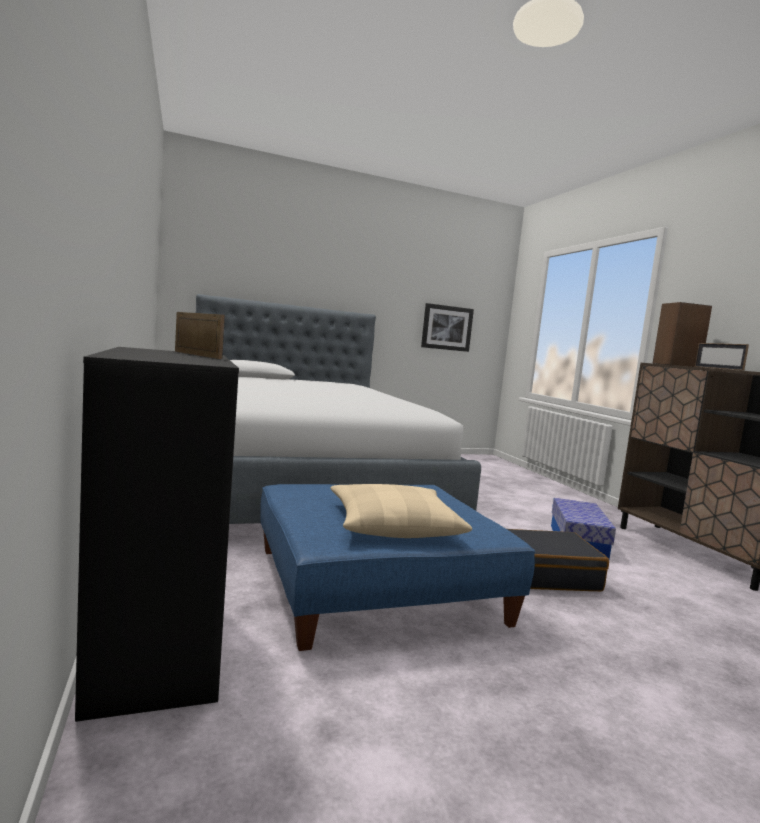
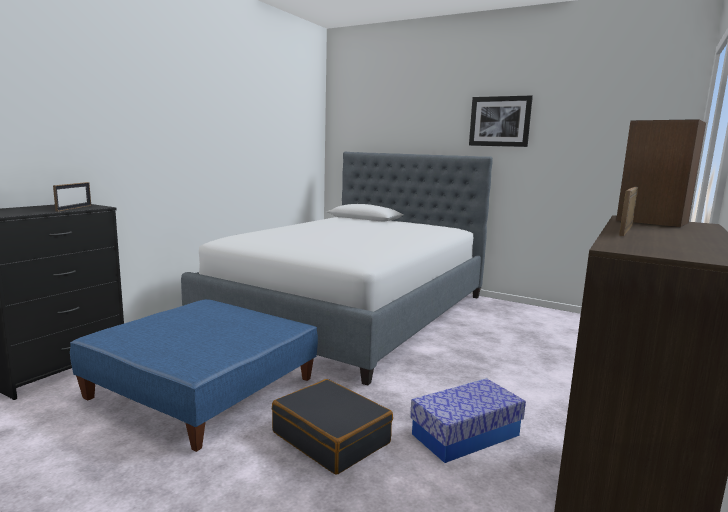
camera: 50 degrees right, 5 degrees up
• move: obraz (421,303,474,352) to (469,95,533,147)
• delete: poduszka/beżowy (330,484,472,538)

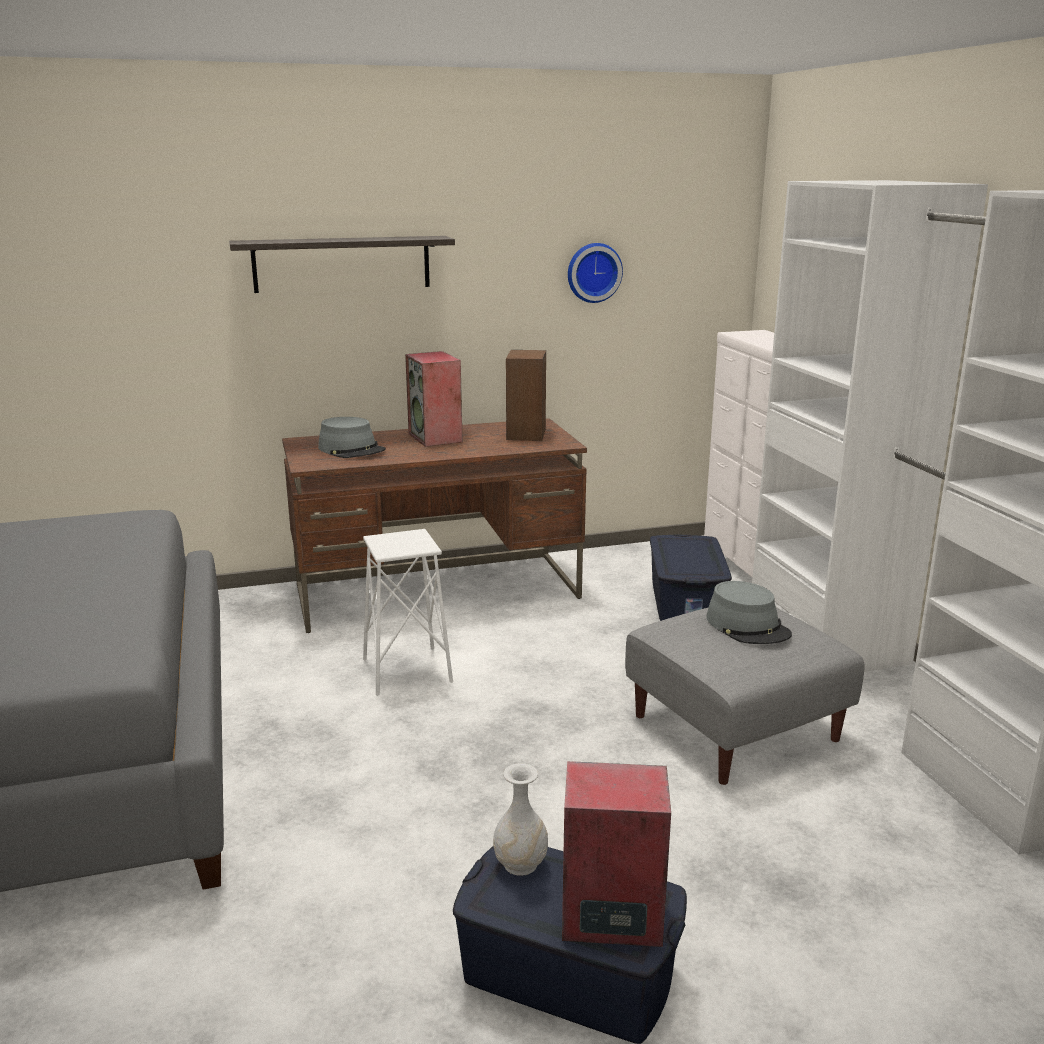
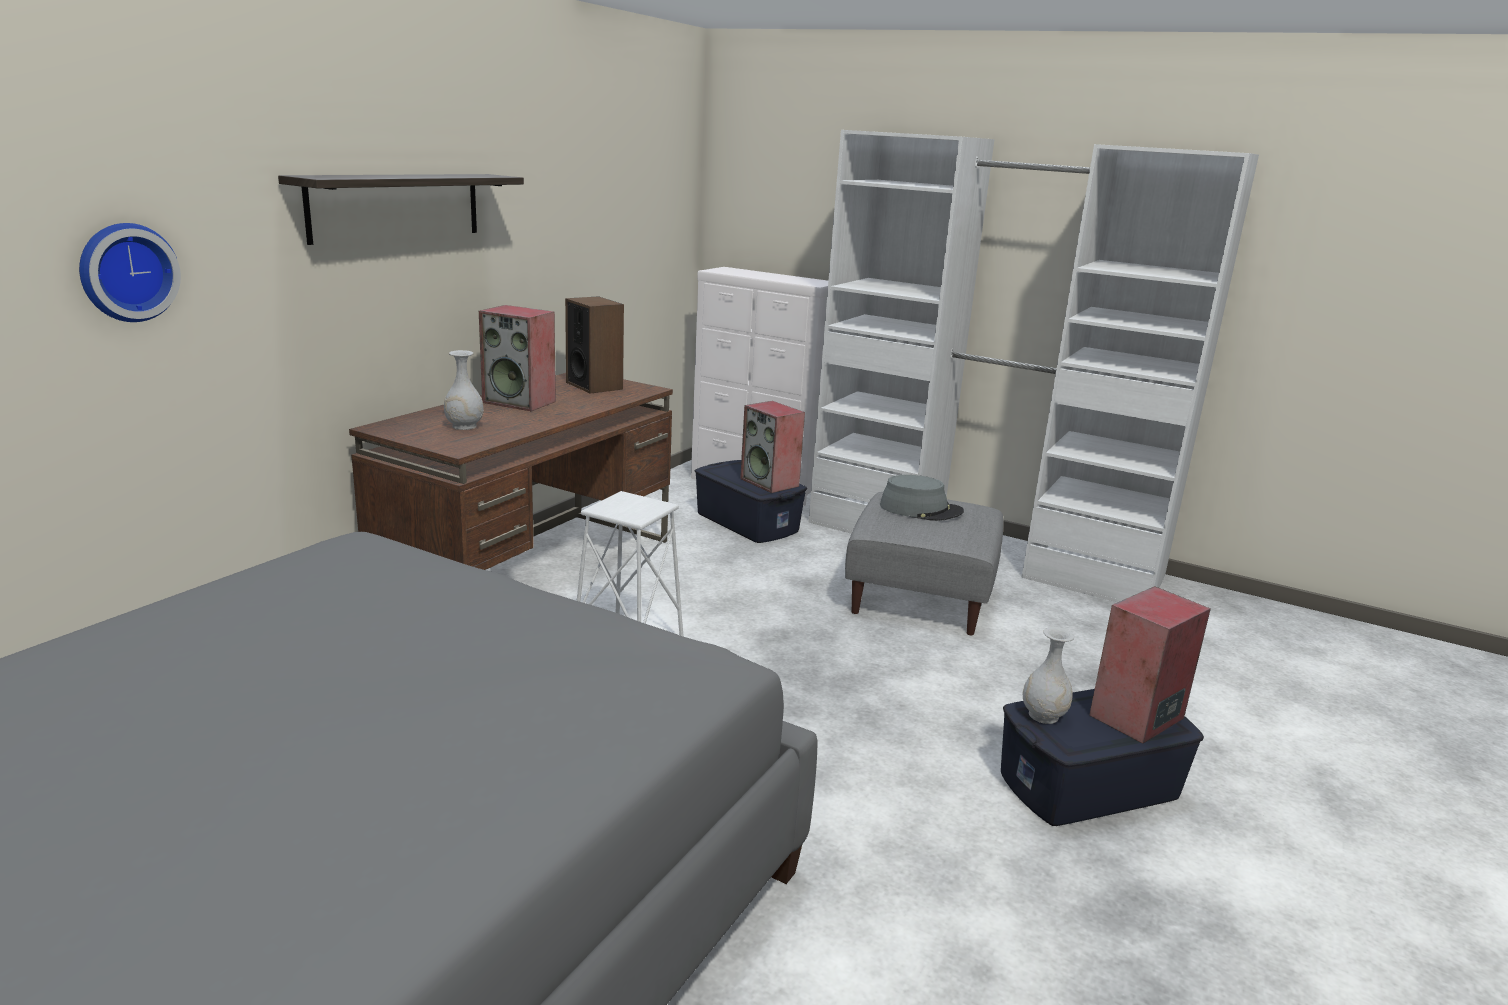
camera: 45 degrees left, 0 degrees up
• move: zegar ścienny (568,243,623,303) to (79,223,181,322)
• replace: kapelusz/szary (318,417,386,458) to wazon/biały (444,350,484,430)
• insert: głośnik (740,401,805,493)

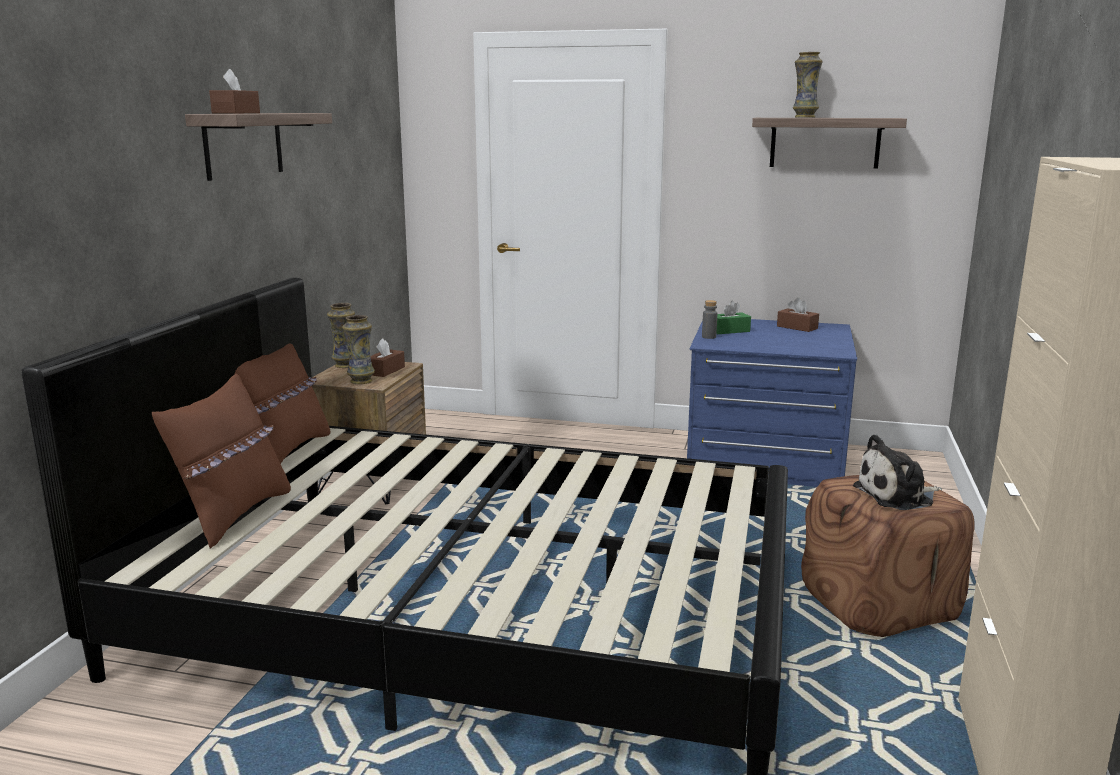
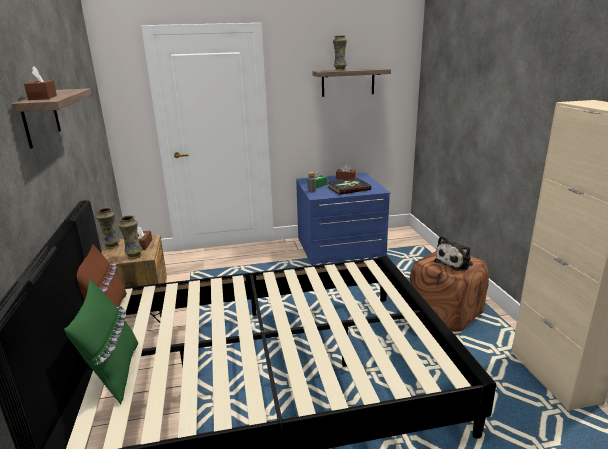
camera: 25 degrees left, 5 degrees up
• recolor: poduszka/brązowy (152,374,291,549) to poduszka/zielony (64,280,138,404)
• insert: książka (328,178,371,195)

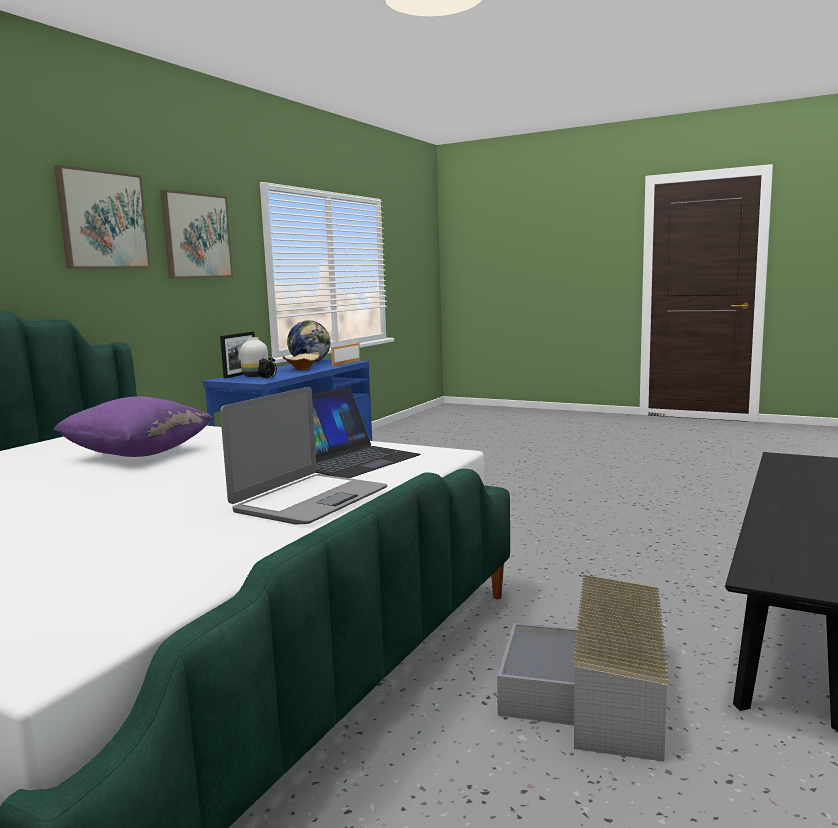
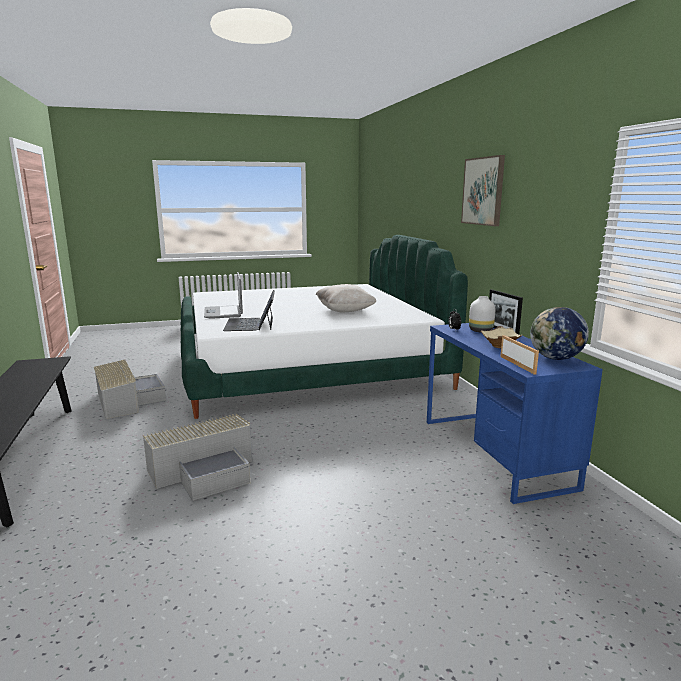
camera: 135 degrees right, 5 degrees up
• delete: obraz (160,190,233,279)
• recolor: poduszka/fioletowy (54,396,213,457) to poduszka/beżowy (316,284,376,312)
• insert: pojemnik do przechowywania/szary (143,413,252,501)

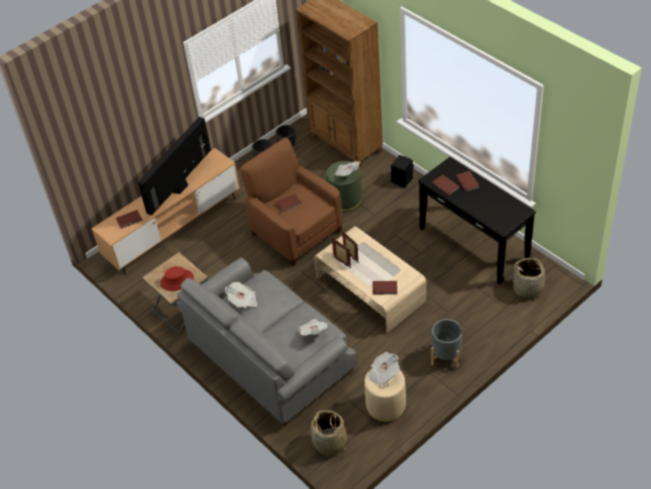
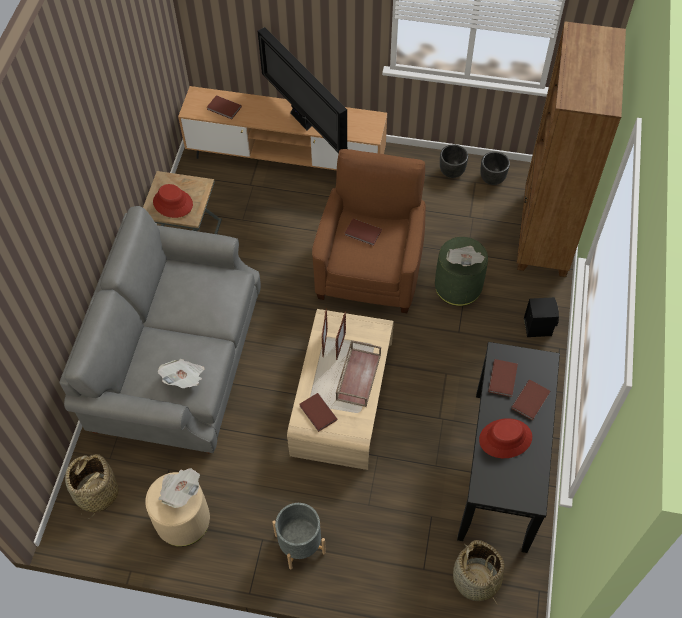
camera: 50 degrees right, 10 degrees up
• rotate: telewizor (138,117,211,216) = (258,27,347,153) 120 degrees counterclockwise
• delete: gazeta (225,282,257,308)
• insert: taca/brązowy (336,340,381,407)
• insert: kapelusz/czerwony (479,418,532,458)

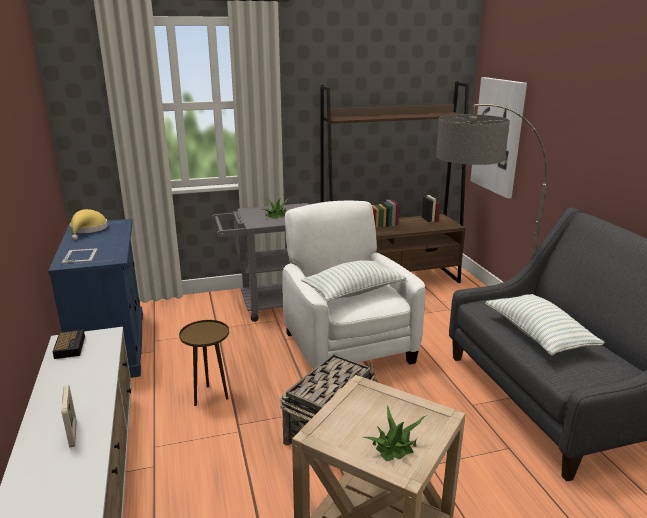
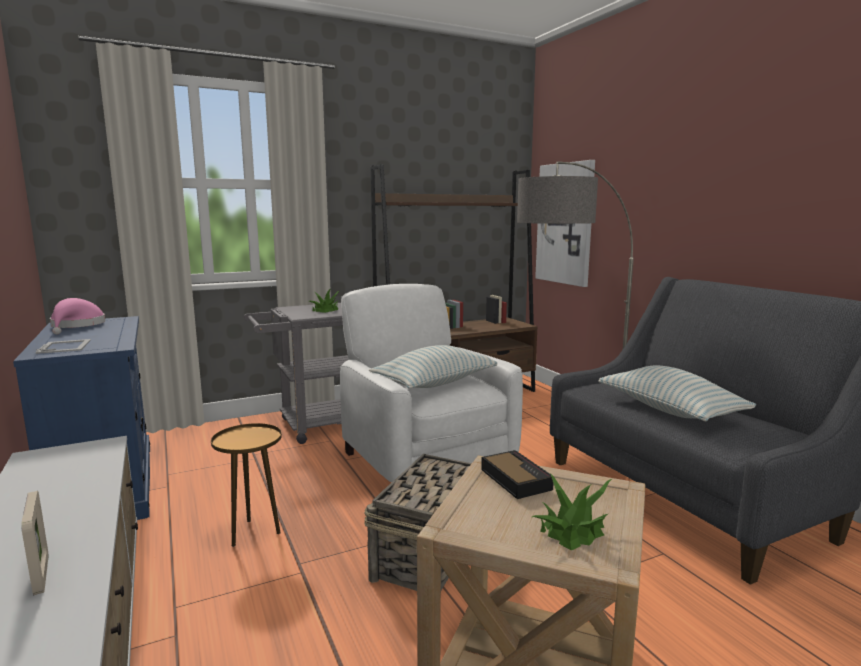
camera: 10 degrees left, 10 degrees down
• recolor: kapelusz/żółty (70,209,108,240) to kapelusz/różowy (50,298,105,335)
• move: budzik (53,330,85,359) to (481,450,553,499)

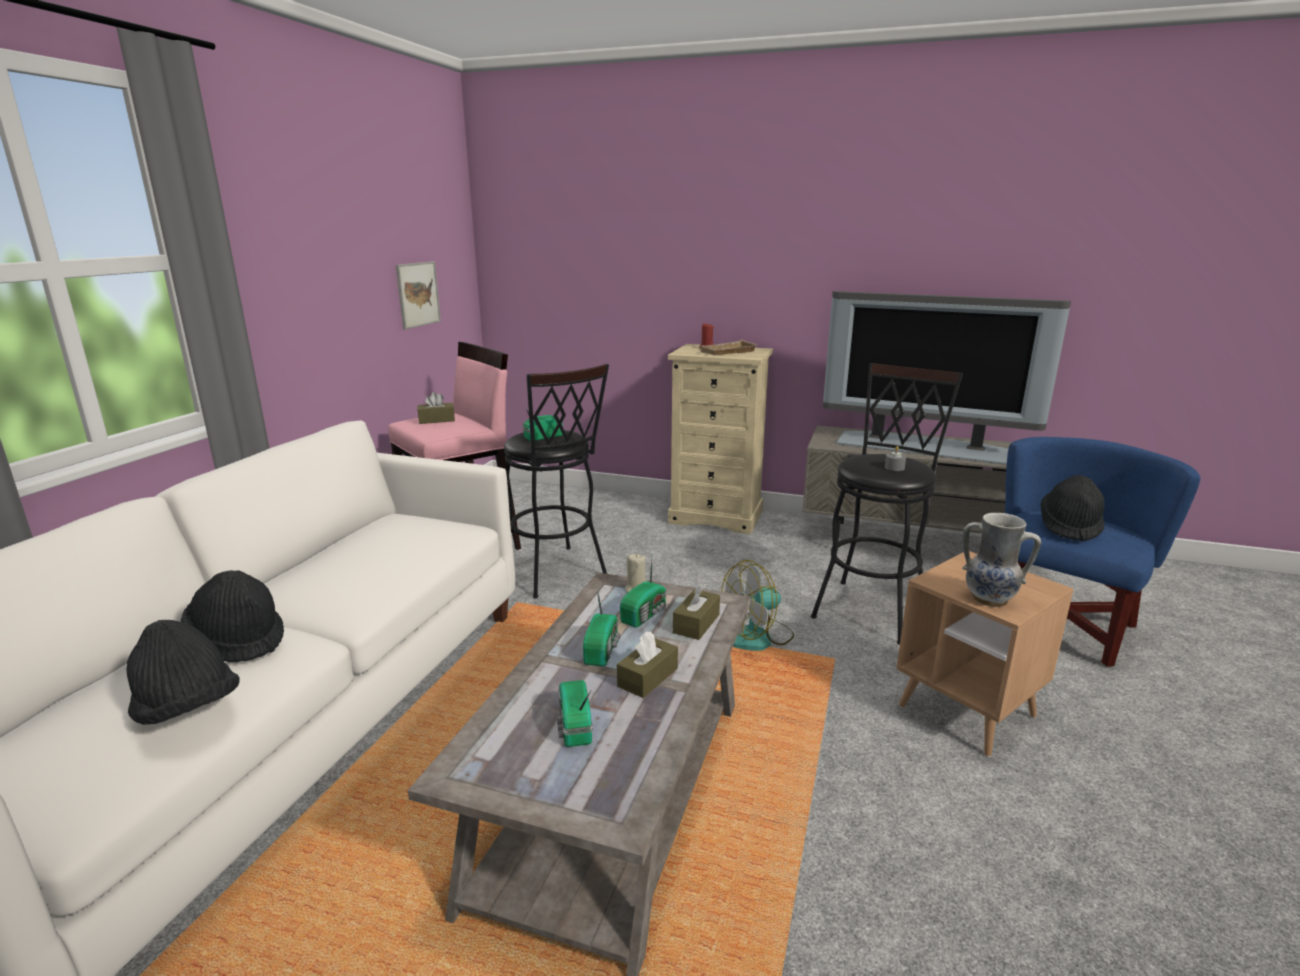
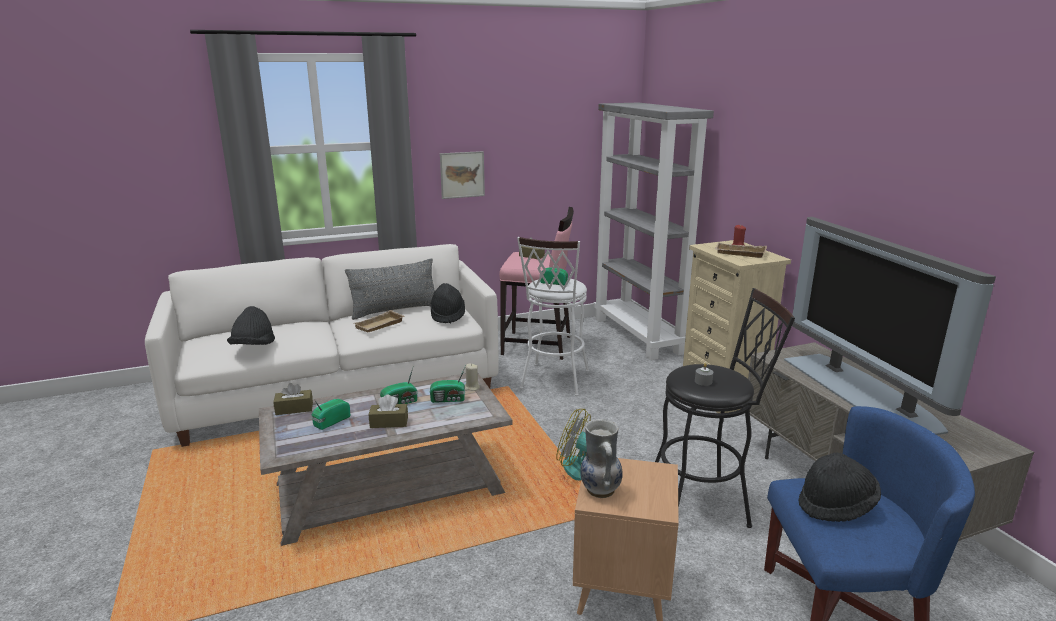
camera: 50 degrees right, 0 degrees up
• move: obraz (396,261,441,330) to (440,151,485,199)
• recolor: stołek/czarny (504,364,609,598) to stołek/biały (517,237,589,396)
• move: kapelusz/czarny (181,570,284,662) to (431,283,465,323)
• move: pudełko chusteczek/brązowy (673,582,720,640) to (273,383,313,415)
• insert: regał/szary (593,103,714,360)
• insert: poduszka/szary (345,258,435,320)
• insert: taca/beżowy (354,310,404,333)

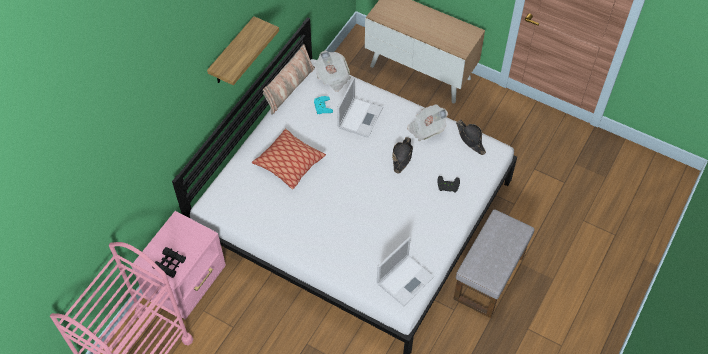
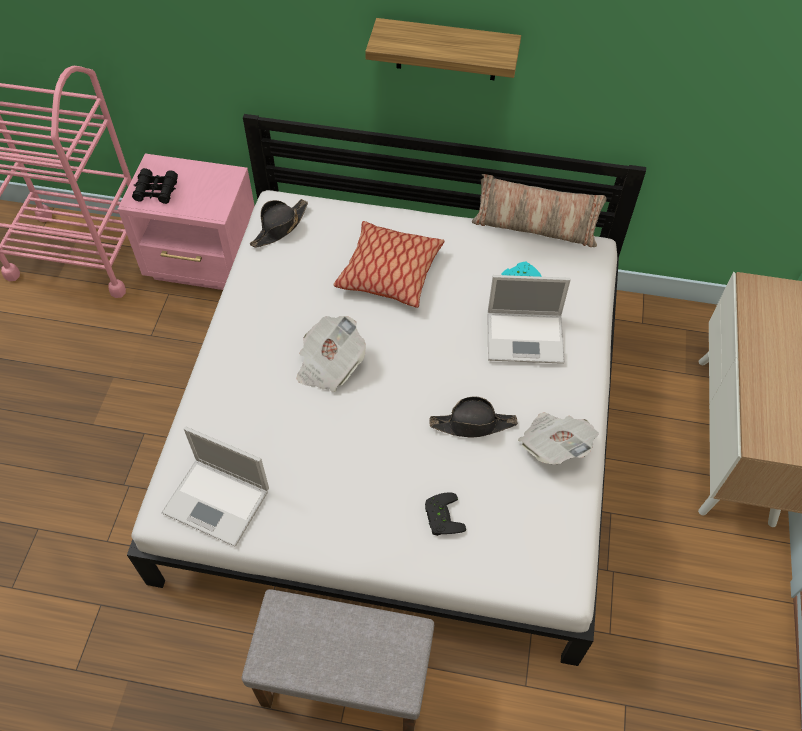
camera: 70 degrees right, 0 degrees up
• move: gazeta (314,51,351,92) to (296,316,366,392)
• move: kapelusz/czarny (456,120,486,155) to (250,199,308,248)

